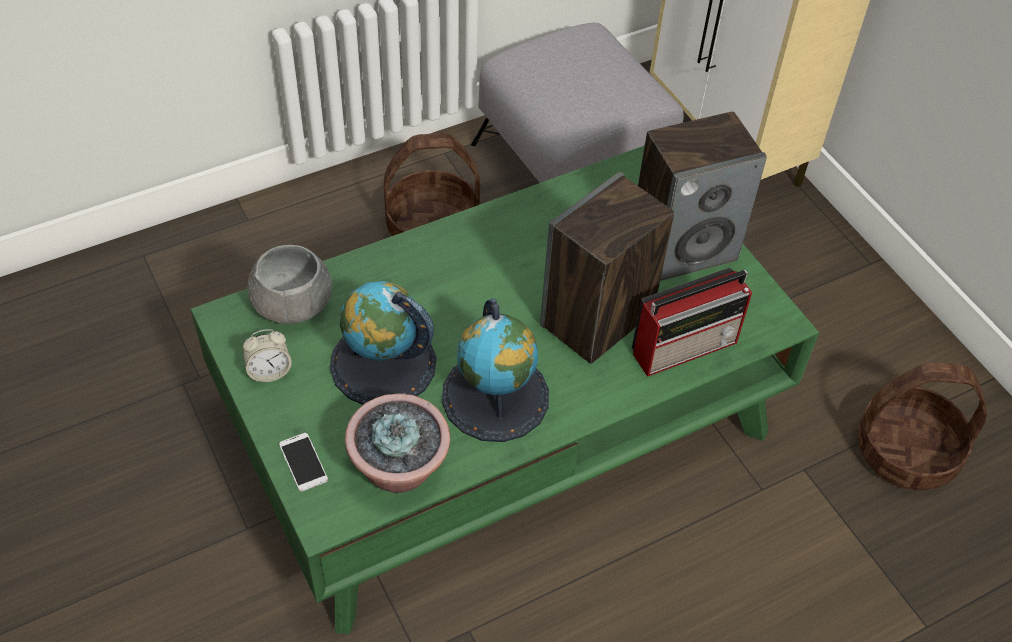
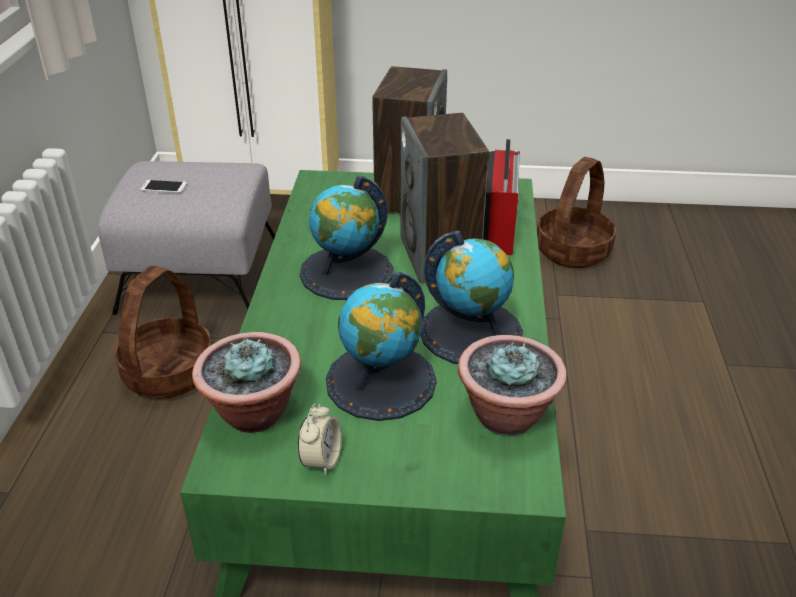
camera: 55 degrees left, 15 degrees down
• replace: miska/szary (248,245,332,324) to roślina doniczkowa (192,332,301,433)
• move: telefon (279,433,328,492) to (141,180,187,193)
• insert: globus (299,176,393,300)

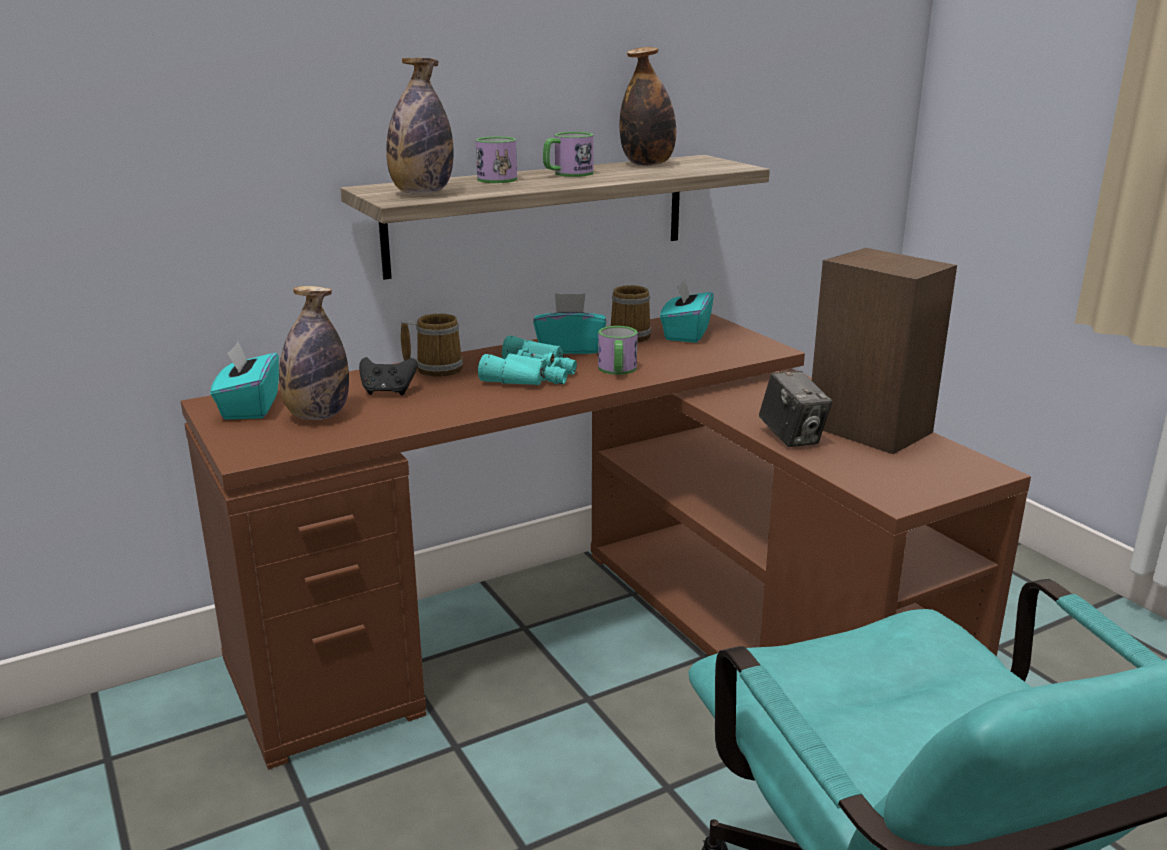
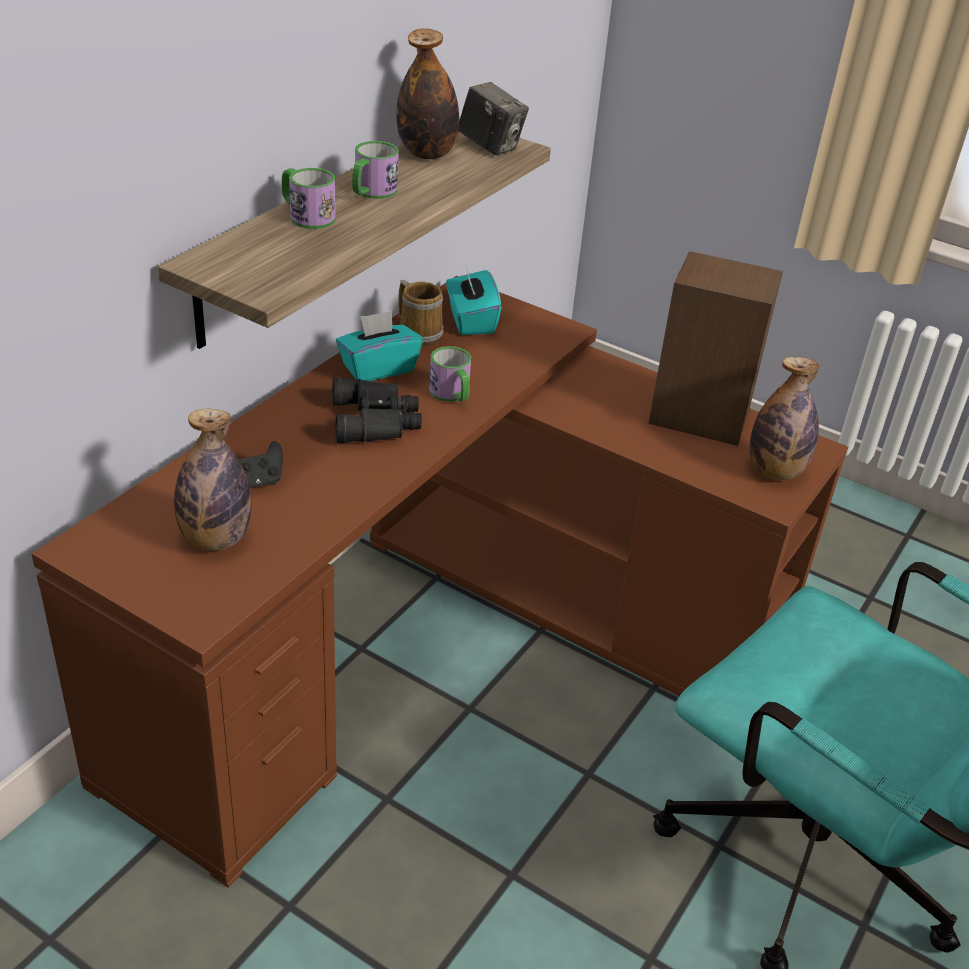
camera: 30 degrees left, 15 degrees up
• move: butelka (386,58,454,194) to (750,357,819,480)
• delete: kubek (401,313,463,377)
• recolor: lornetka/turkusowy (478,336,577,385) to lornetka/czarny (332,377,422,443)
• delete: pudełko chusteczek/turkusowy (210,342,279,420)
• move: aparat fotograficzny (759,371,832,447) to (458,82,529,155)

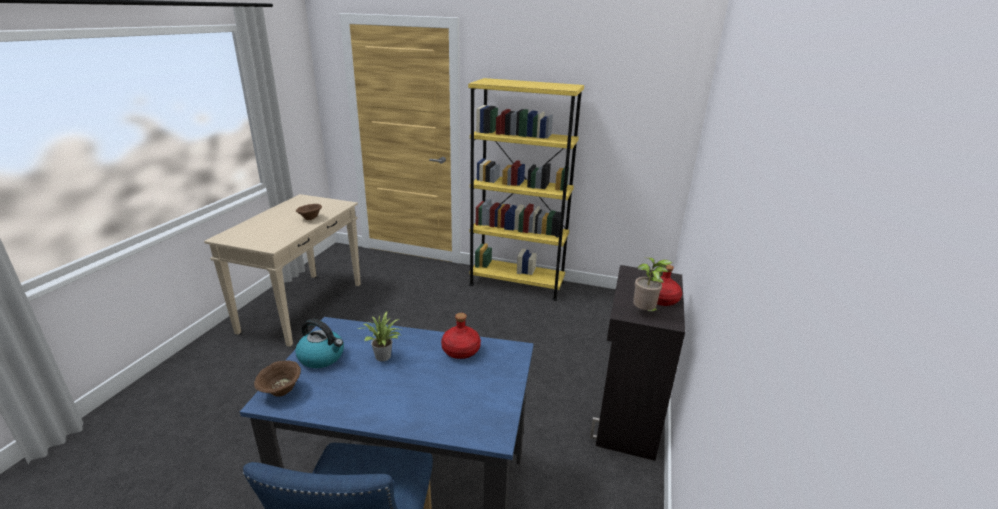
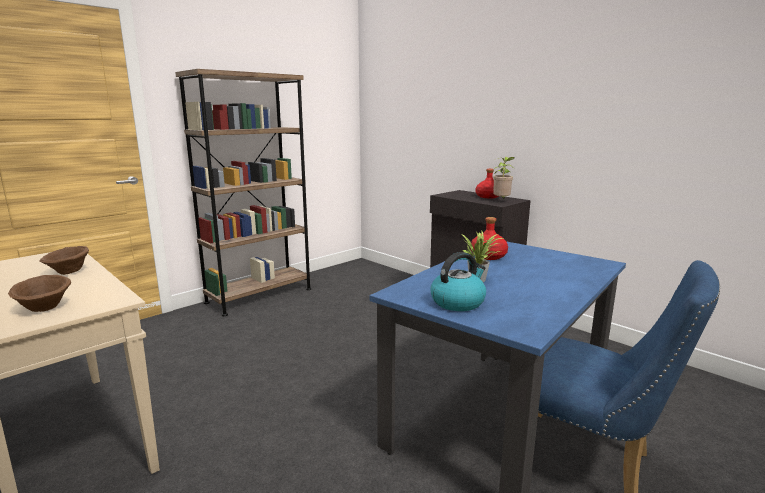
camera: 60 degrees left, 10 degrees down
• recolor: regał/żółty (468,78,584,301) to regał/brązowy (175,69,311,316)
• move: miska/brązowy (254,360,301,397) to (8,275,71,312)

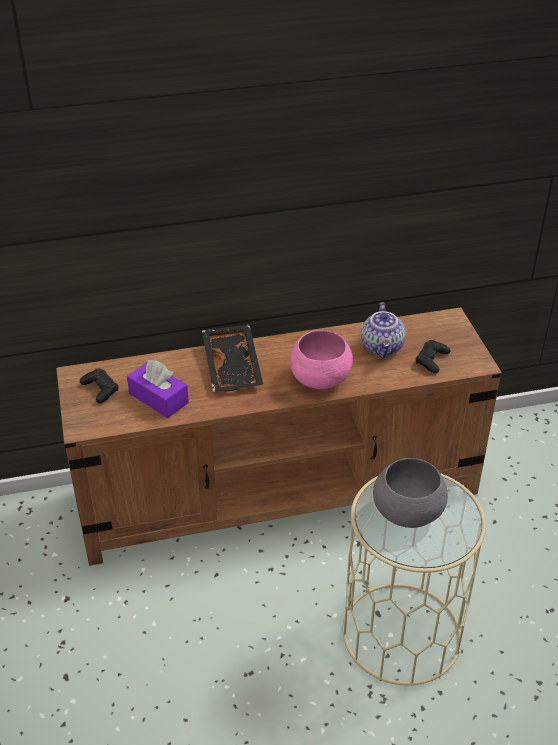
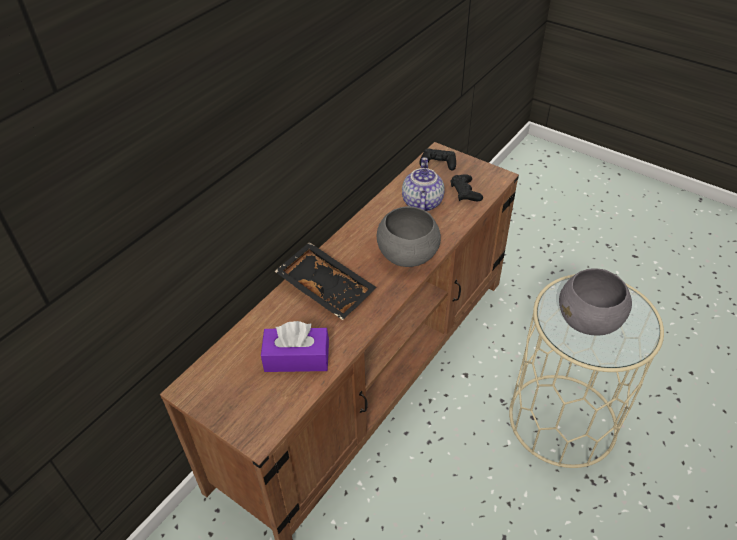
camera: 40 degrees left, 5 degrees up
• rotate: imbryk (361,302,405,358) = (402,157,444,211) 135 degrees counterclockwise
• recolor: miska/różowy (290,330,353,389) to miska/szary (377,206,441,267)
• move: pad do gier/czarny (80,369,119,403) to (419,149,456,170)

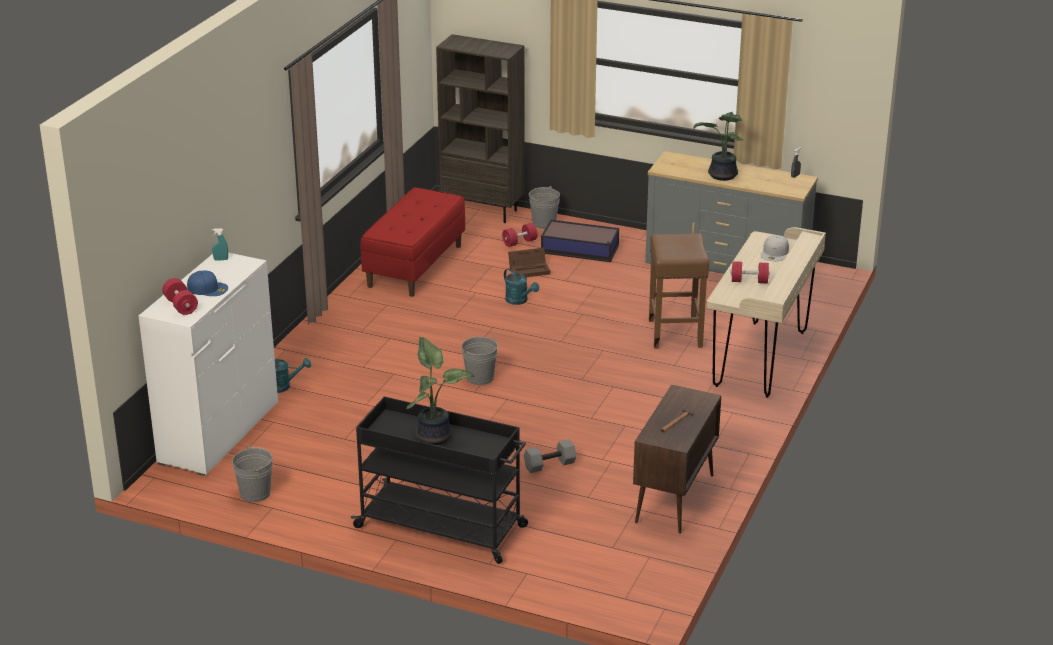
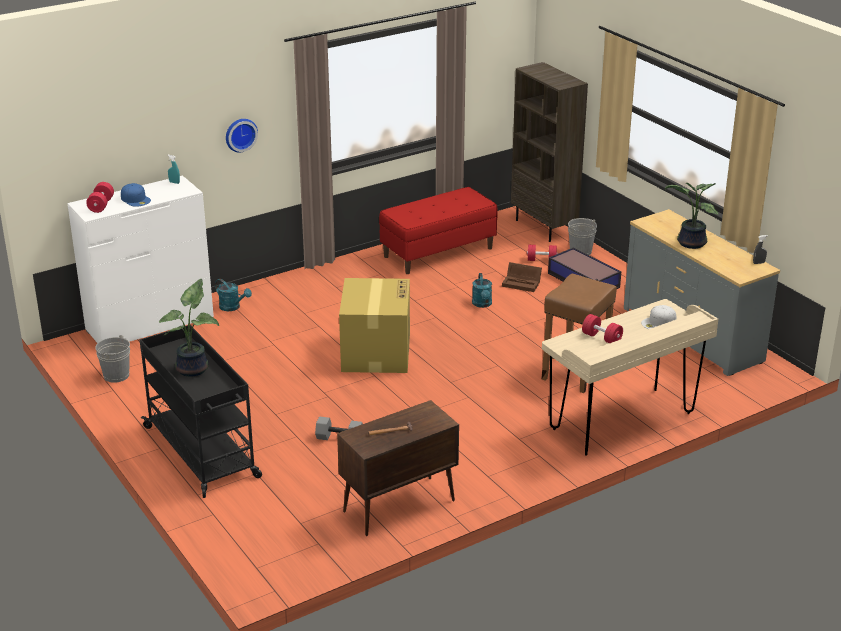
camera: 35 degrees right, 0 degrees up
• replace: wiadro/szary (462,337,498,385) to karton (339,278,410,373)
• insert: zegar ścienny (226,119,258,152)

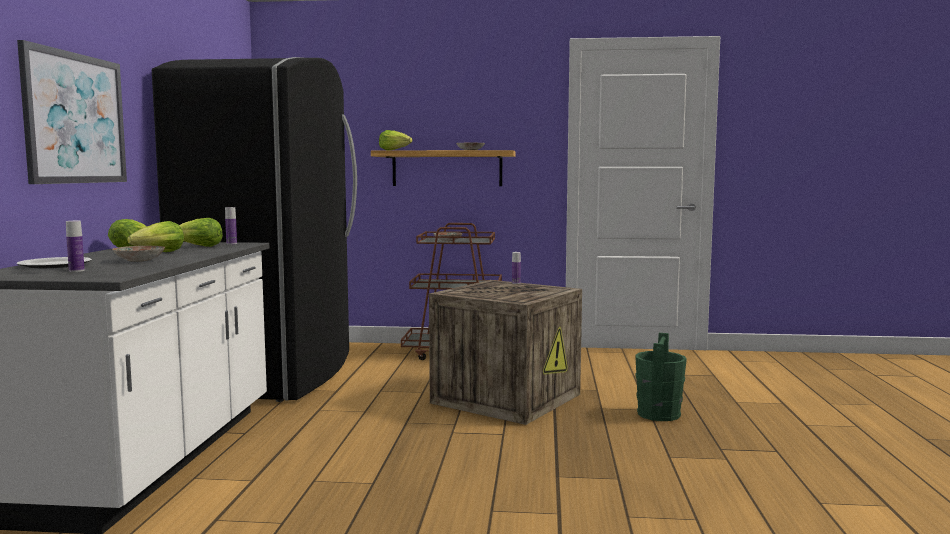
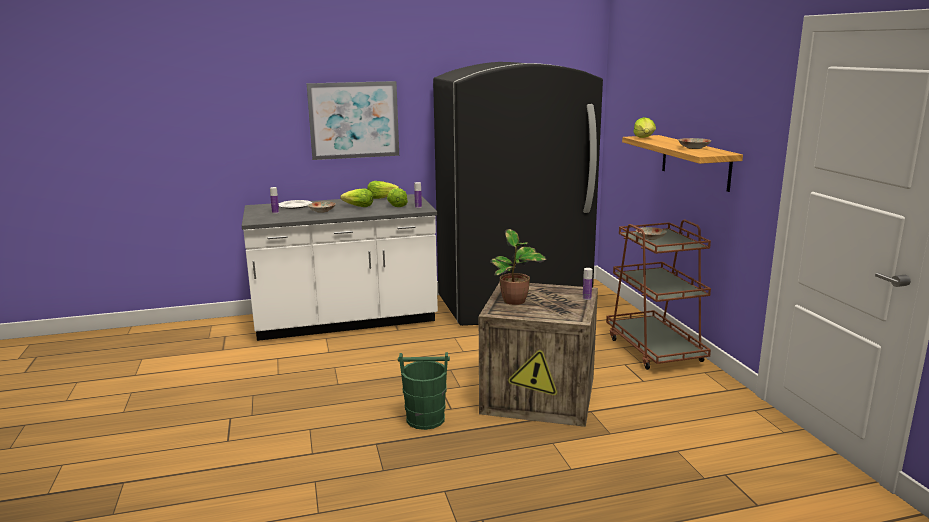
camera: 70 degrees right, 10 degrees up
• move: wiadro/zielony (635,333,687,421) to (398,352,450,430)
• insert: roślina doniczkowa (490,229,546,305)

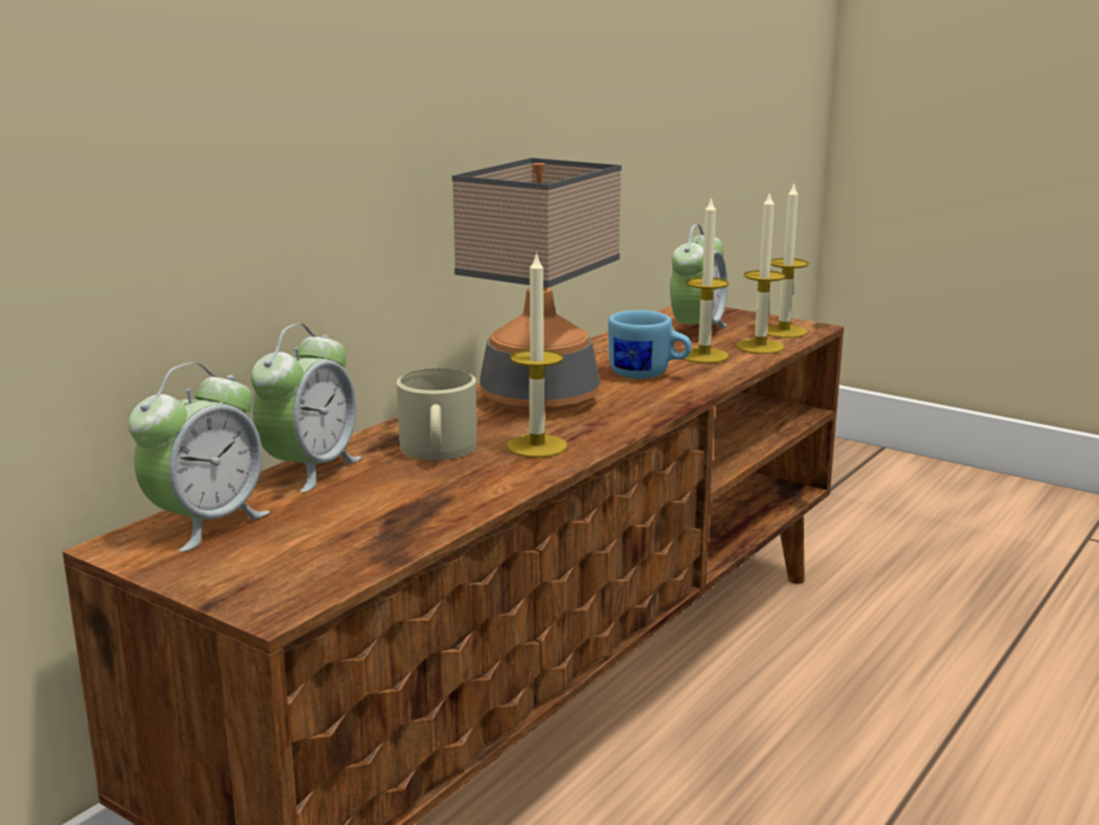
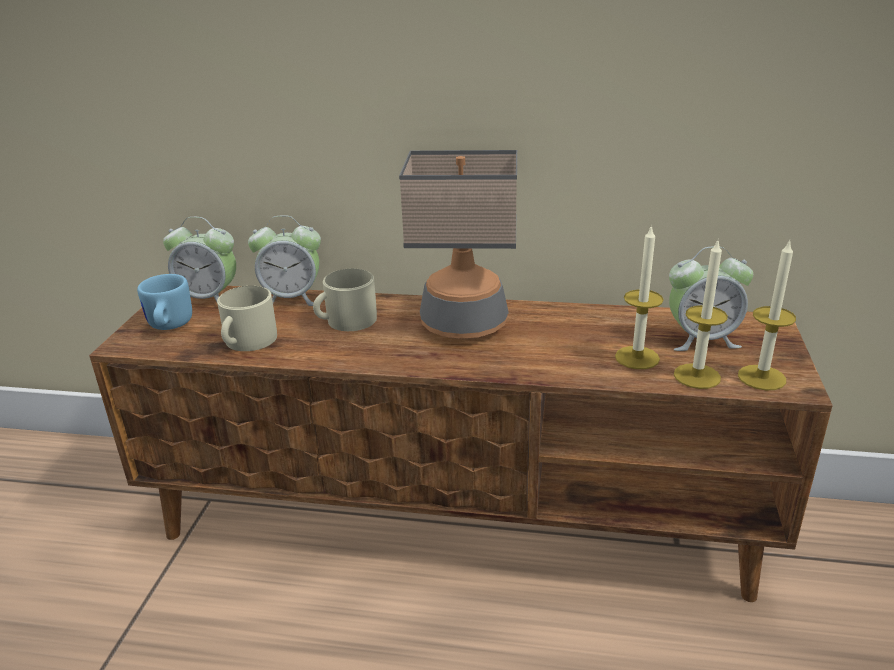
camera: 65 degrees right, 10 degrees up
• delete: świeca (507,251,568,458)
• move: kubek/niebieski (608,310,691,379) to (137,274,192,330)
• insert: kubek/beżowy (217,286,277,351)

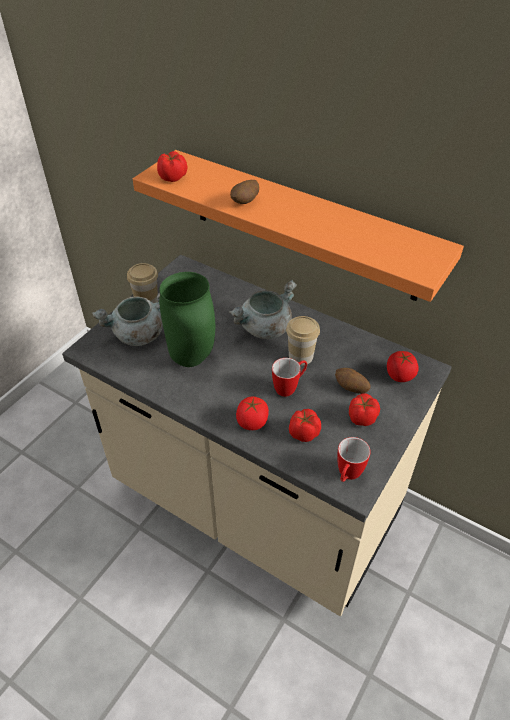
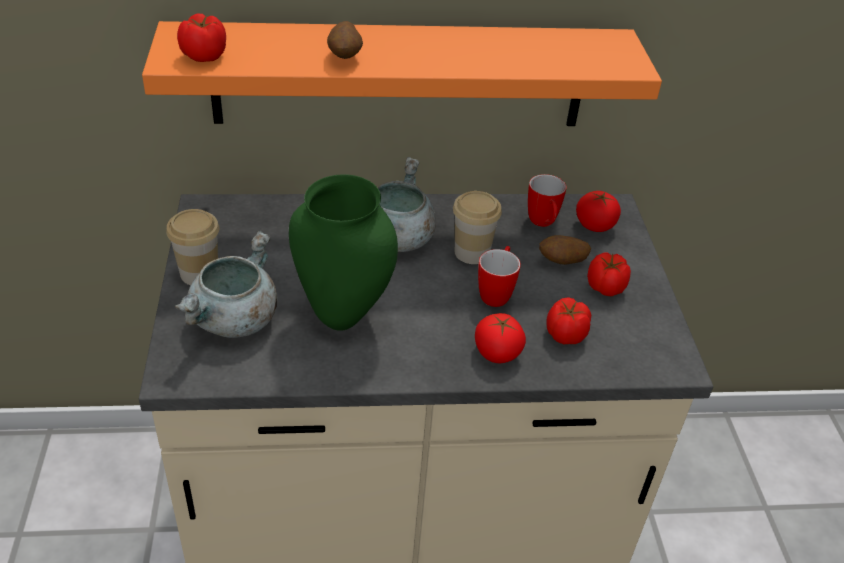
camera: 40 degrees left, 5 degrees down
• move: kubek (337,437,371,482) to (528,174,567,227)

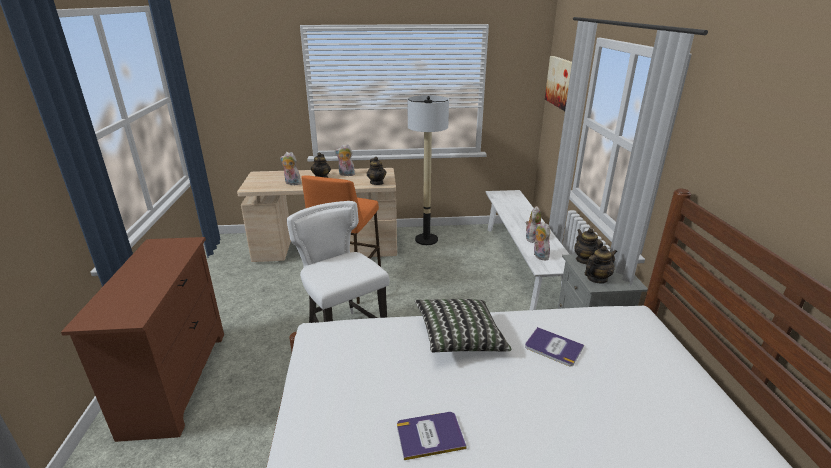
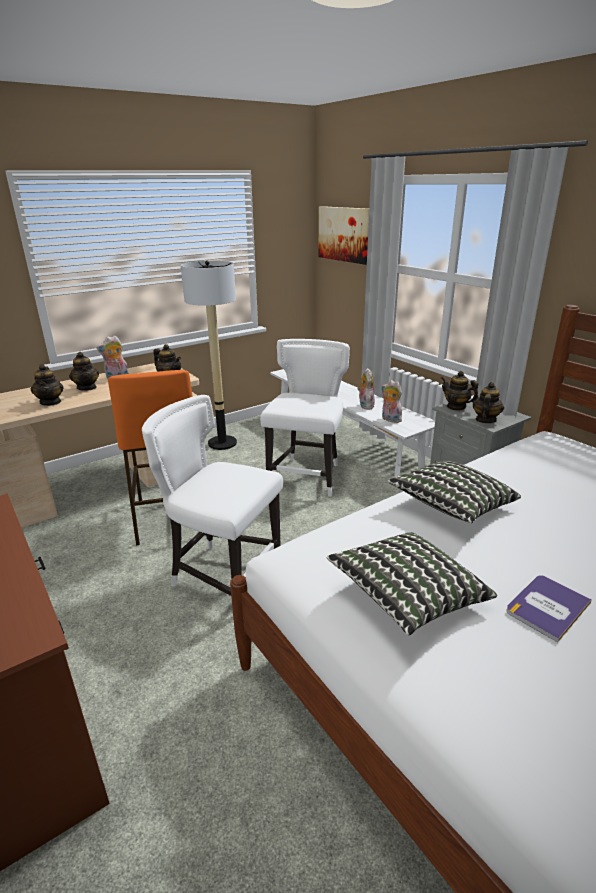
camera: 30 degrees left, 0 degrees up
• replace: pluszak (280,152,301,185) to imbryk (31,364,64,406)
• delete: książka (525,327,584,366)
• insert: krzesło/biały (260,339,350,497)
• insert: poduszka (327,532,497,635)

